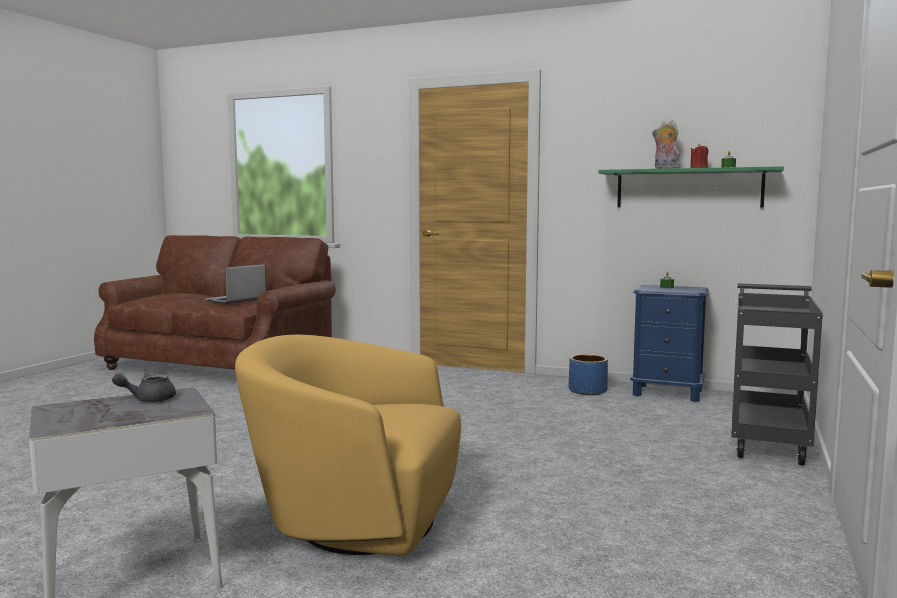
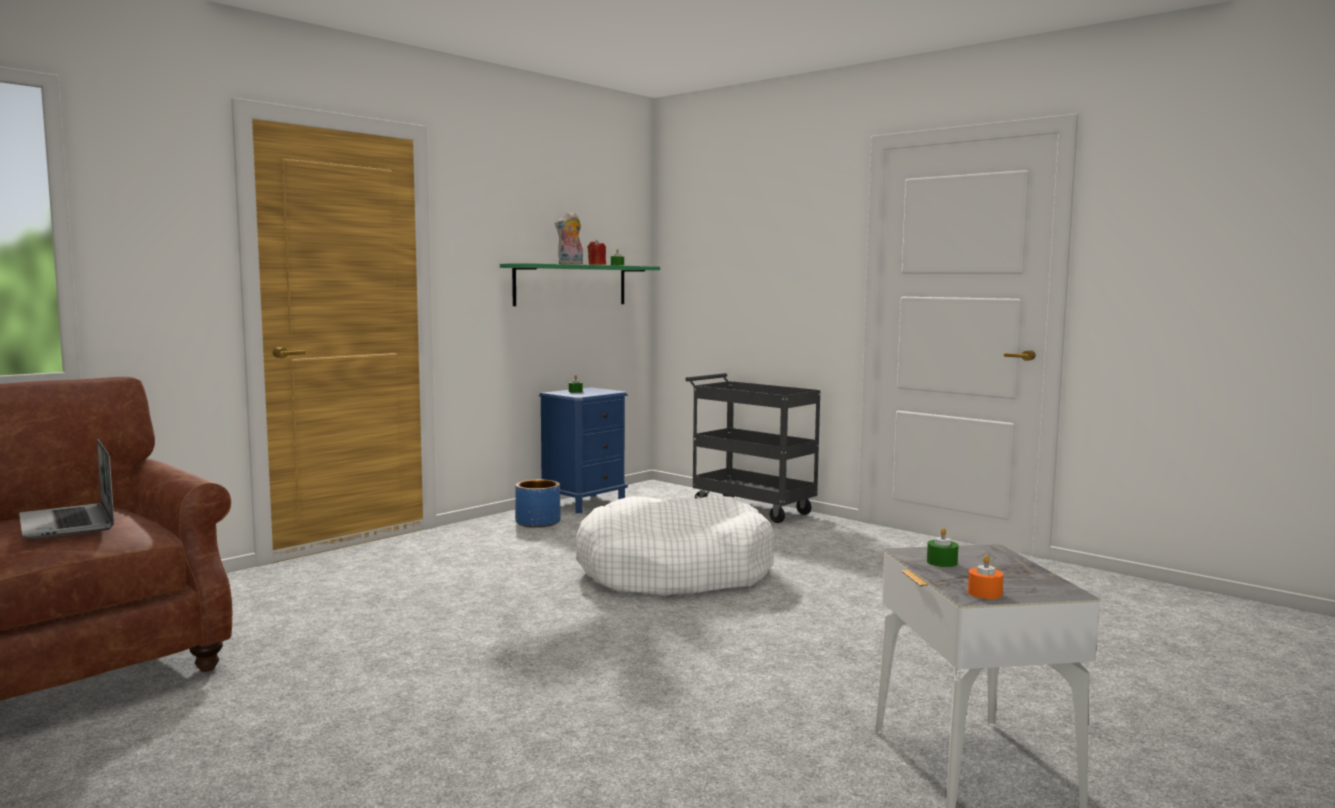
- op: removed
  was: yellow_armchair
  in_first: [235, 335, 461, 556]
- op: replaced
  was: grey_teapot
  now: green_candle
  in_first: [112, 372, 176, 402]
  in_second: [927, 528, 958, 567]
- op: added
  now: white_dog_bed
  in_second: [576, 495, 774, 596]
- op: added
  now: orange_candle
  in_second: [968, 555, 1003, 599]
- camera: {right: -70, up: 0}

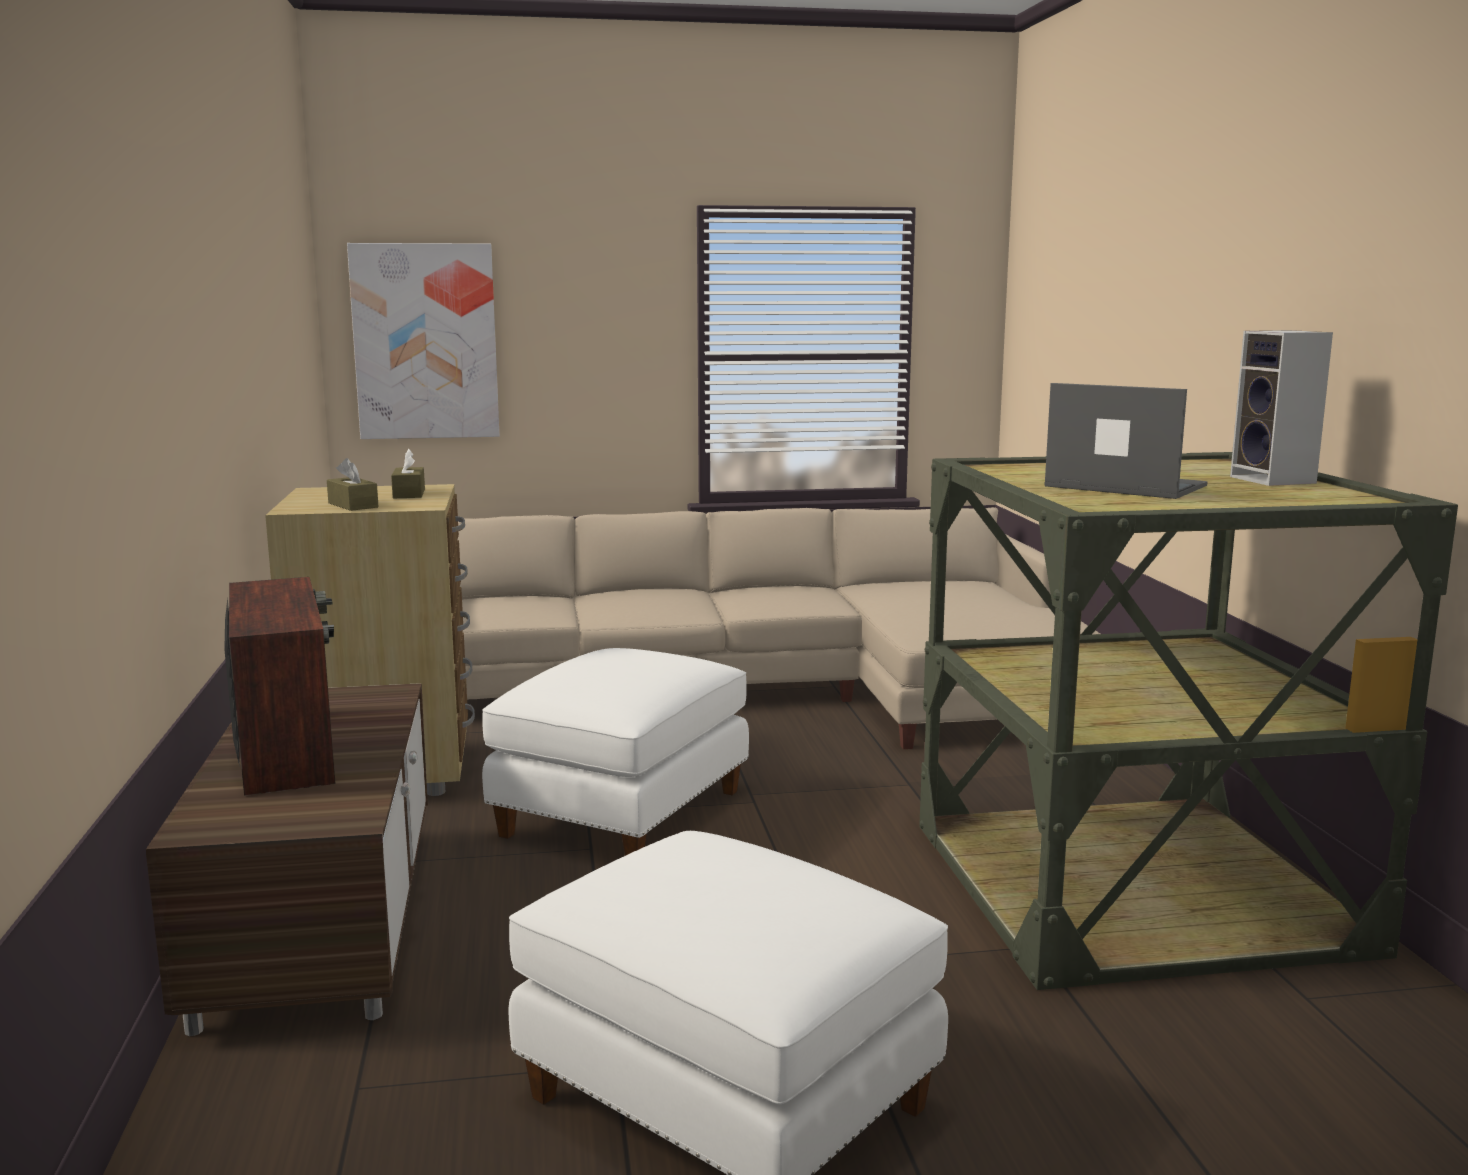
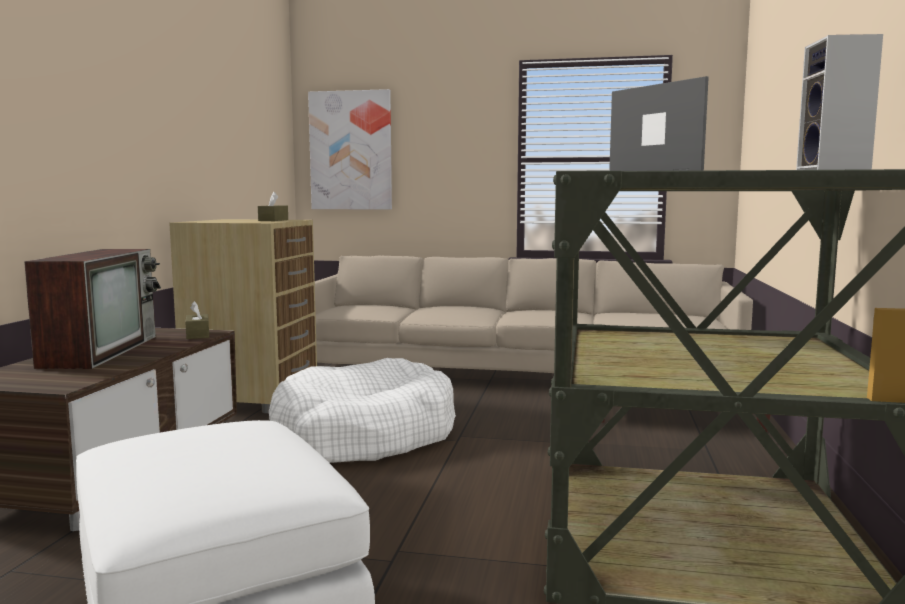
- op: moved
  was: brown_tissue_box
  in_first: [327, 458, 379, 511]
  in_second: [185, 301, 209, 339]
- op: replaced
  was: white_ottoman
  now: white_dog_bed
  in_first: [482, 648, 749, 856]
  in_second: [269, 358, 456, 463]
- camera: {right: 20, up: -5}

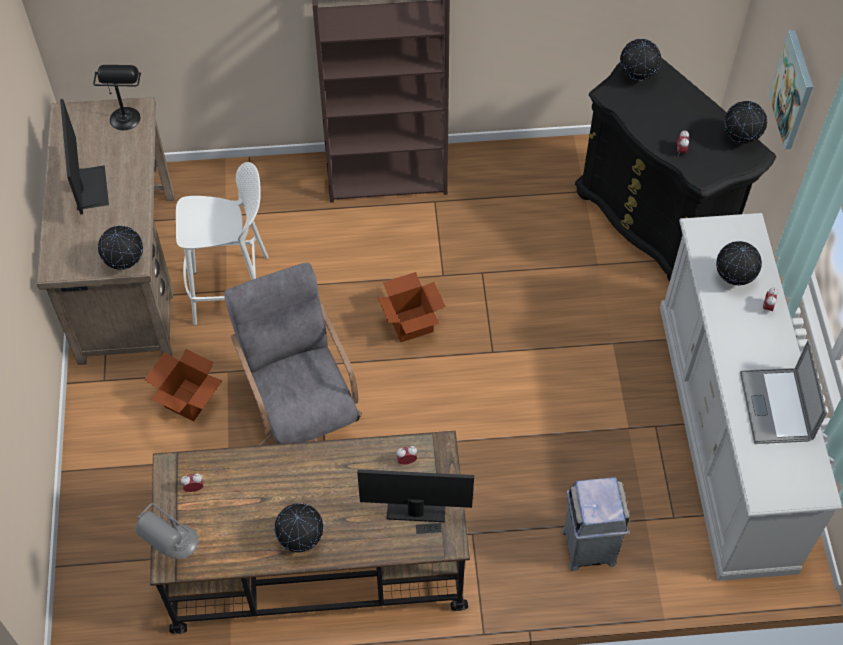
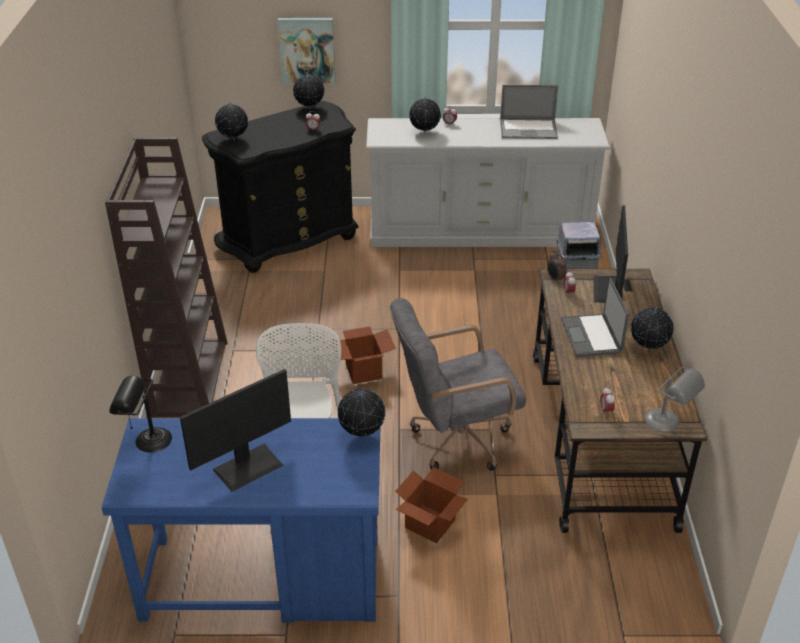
- op: recoloured
  was: brown_desk
  now: blue_desk
  in_first: [37, 97, 174, 365]
  in_second: [102, 418, 380, 623]
- op: turned
  was: monitor
  in_first: [60, 99, 109, 215]
  in_second: [180, 369, 291, 492]
  clockwise: 150
- op: added
  now: alarm_clock
  in_second: [547, 251, 567, 282]
- op: added
  now: laptop
  in_second: [561, 278, 629, 357]
- camera: {right: -85, up: -20}

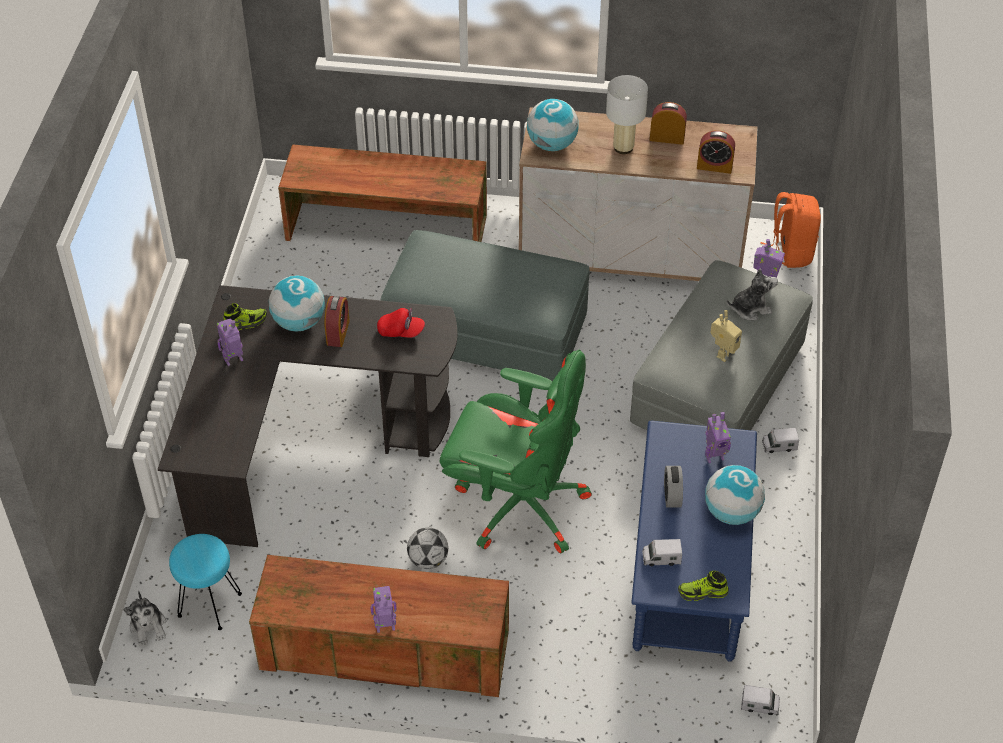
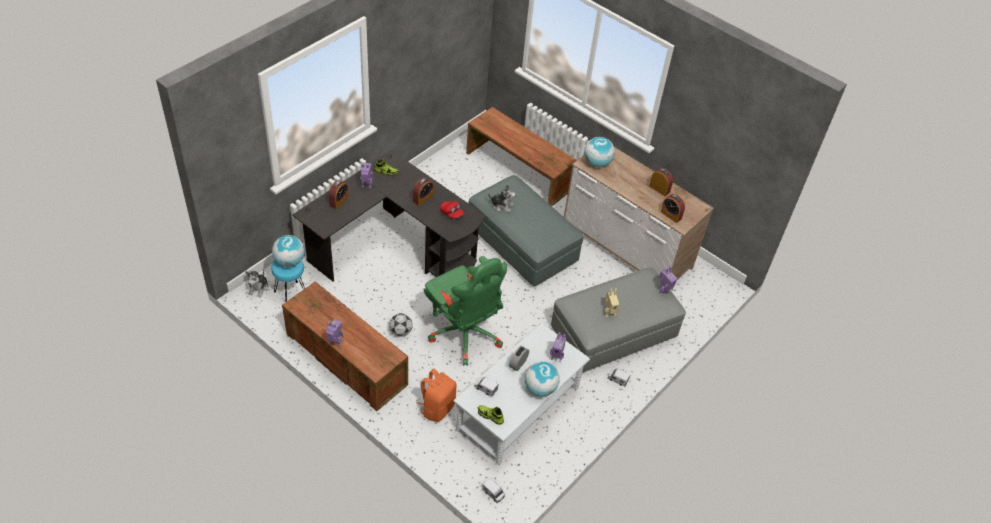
- op: removed
  was: white_table_lamp
  in_first: [606, 75, 648, 154]
- op: moved
  was: orange_backpack
  in_first: [760, 192, 821, 268]
  in_second: [416, 369, 456, 422]
- op: moved
  was: plush_toy
  in_first: [727, 268, 778, 320]
  in_second: [488, 184, 516, 213]
- op: moved
  was: globe
  in_first: [269, 275, 325, 332]
  in_second: [272, 235, 305, 267]
- op: recoloured
  was: blue_coffee_table
  now: grey_coffee_table
  in_first: [631, 420, 757, 662]
  in_second: [453, 323, 590, 464]
- op: added
  now: alarm_clock
  in_second: [329, 180, 349, 209]
- camera: {right: 30, up: 0}

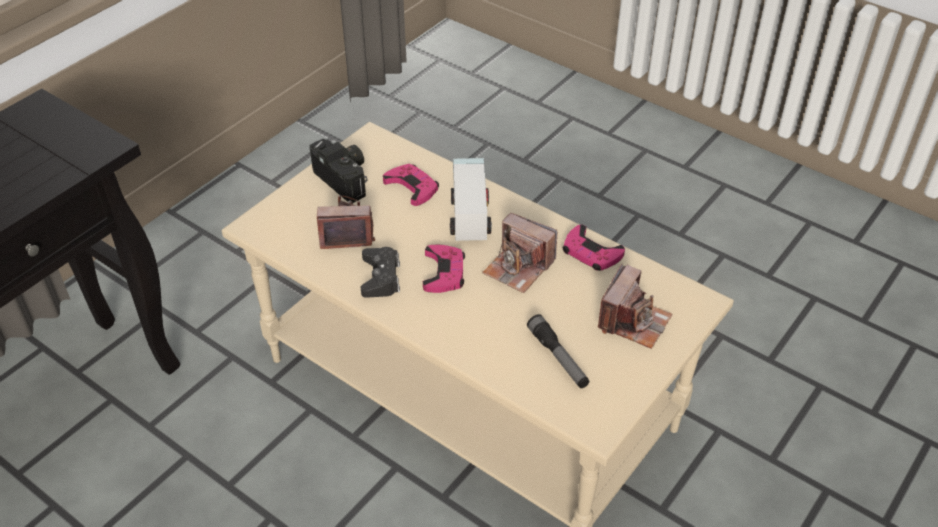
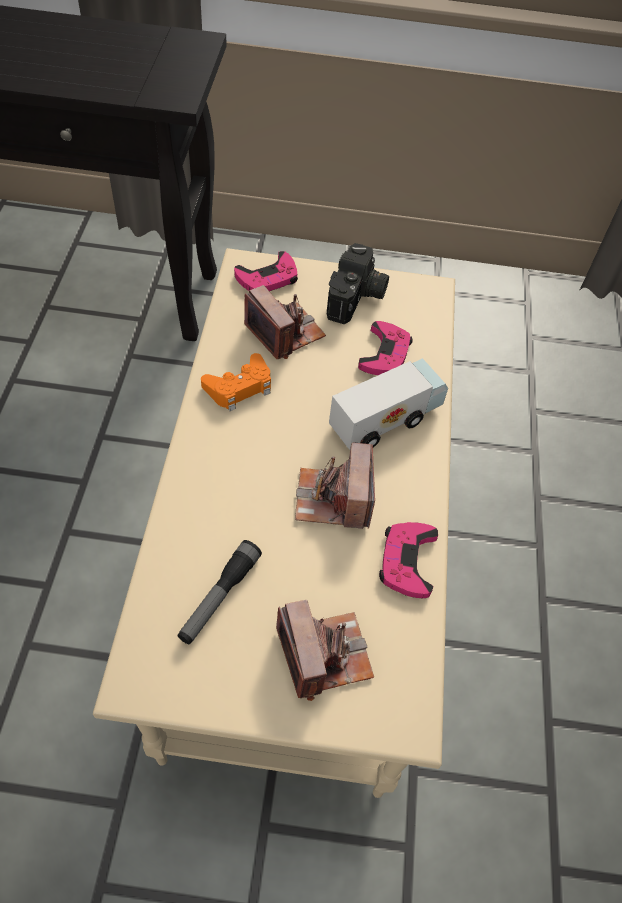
- op: moved
  was: pink_game_controller
  in_first: [423, 245, 465, 293]
  in_second: [234, 251, 298, 291]
- op: recoloured
  was: black_game_controller
  now: orange_game_controller
  in_first: [361, 247, 400, 298]
  in_second: [201, 353, 271, 411]
- op: turned
  was: photo_camera
  in_first: [598, 264, 672, 349]
  in_second: [276, 600, 374, 701]
  clockwise: -105
- camera: {right: 55, up: 10}

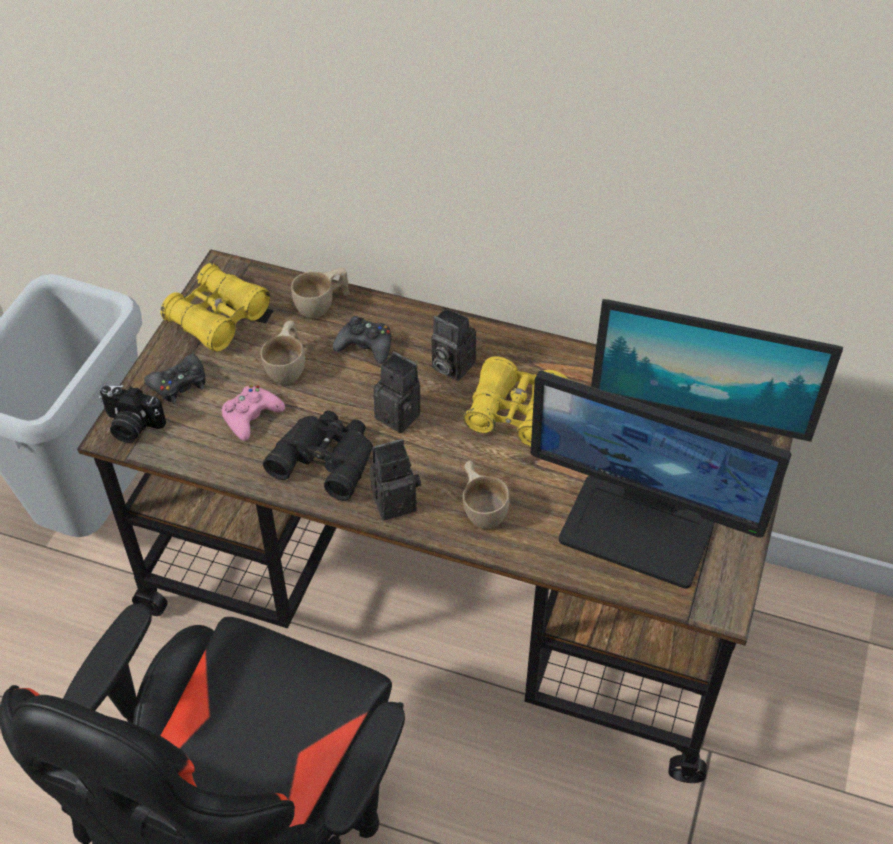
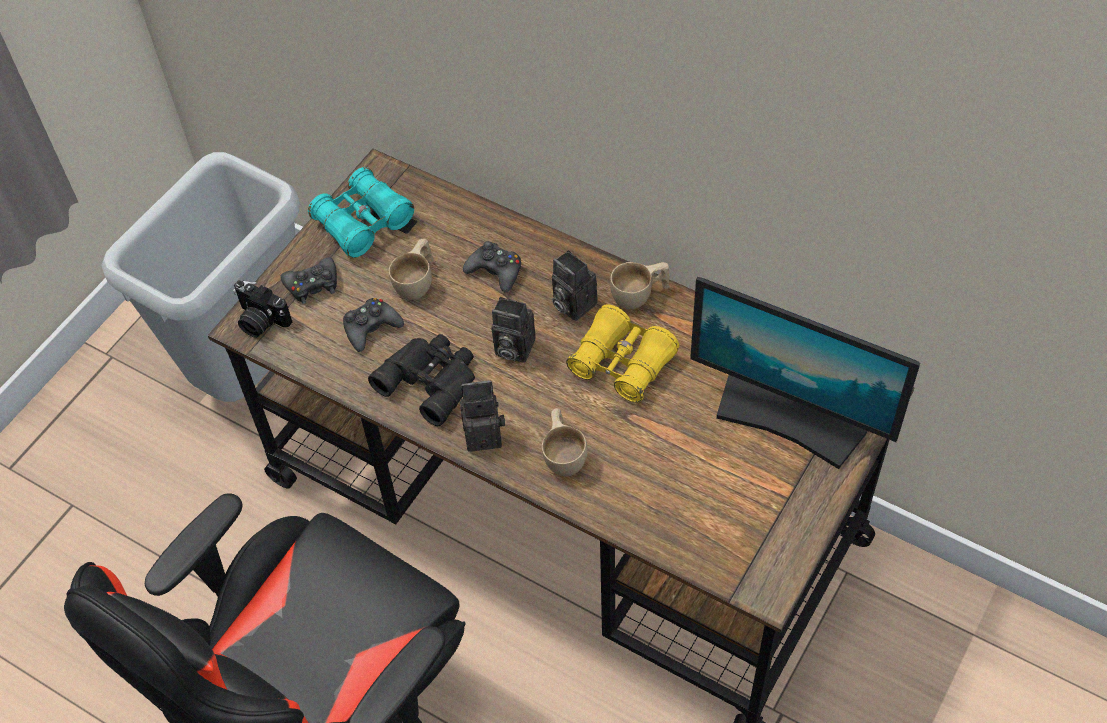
- op: recoloured
  was: yellow_binoculars
  now: turquoise_binoculars
  in_first: [160, 263, 270, 352]
  in_second: [308, 167, 414, 258]
- op: moved
  was: beige_cup
  in_first: [291, 268, 350, 318]
  in_second: [610, 262, 670, 309]
- op: turned
  was: photo_camera
  in_first: [374, 351, 420, 433]
  in_second: [491, 297, 536, 363]
  clockwise: 150
- op: removed
  was: monitor
  in_first: [531, 371, 792, 589]
- op: recoloured
  was: pink_game_controller
  now: black_game_controller
  in_first: [222, 385, 285, 441]
  in_second: [343, 298, 404, 352]
- camera: {right: 15, up: 5}

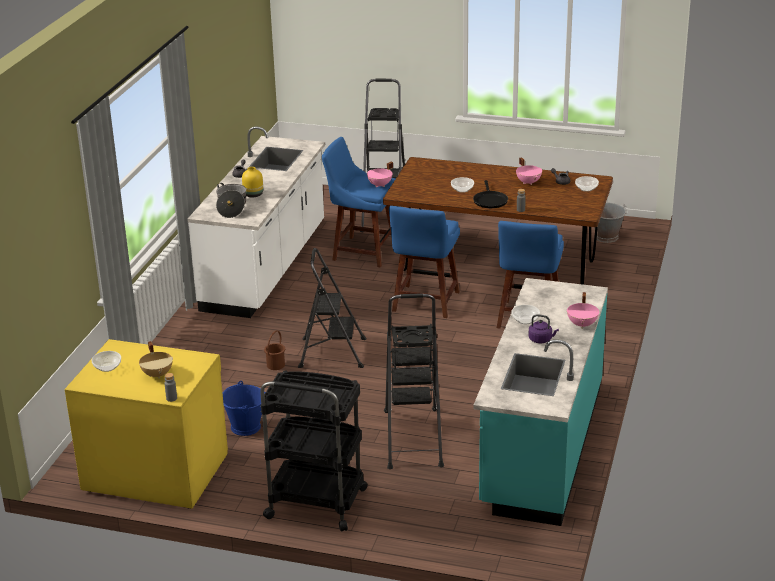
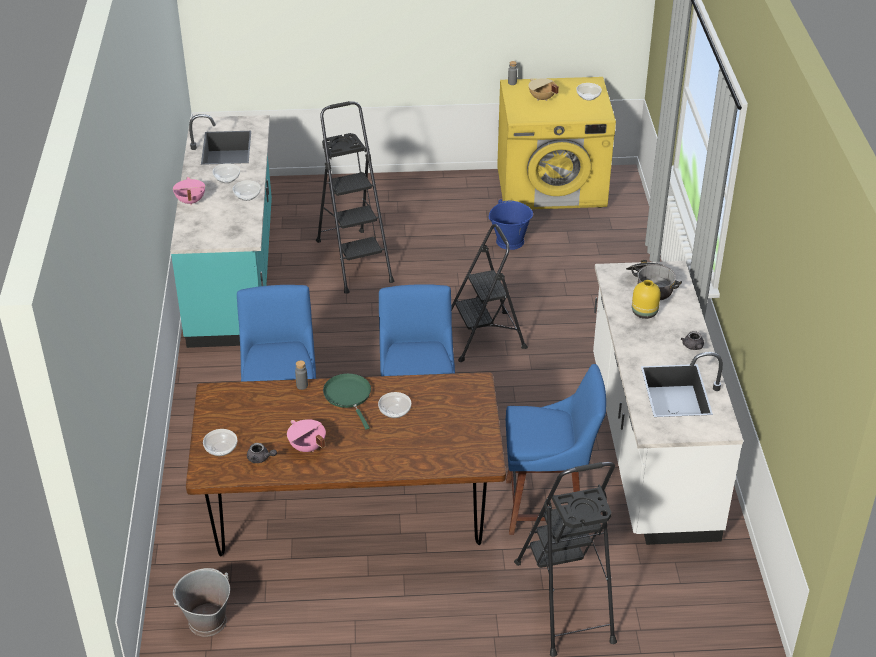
- op: removed
  was: pink_cooking_pot
  in_first: [367, 162, 393, 187]
- op: recoloured
  was: black_frying_pan
  now: green_frying_pan
  in_first: [473, 180, 508, 208]
  in_second: [323, 373, 371, 430]
- op: replaced
  was: purple_kettle
  now: bowl
  in_first: [528, 314, 559, 343]
  in_second: [212, 163, 240, 183]
- op: removed
  was: brown_bucket
  in_first: [264, 330, 285, 370]
- op: removed
  was: black_cart
  in_first: [260, 370, 368, 531]
- camera: {right: 160, up: 10}

